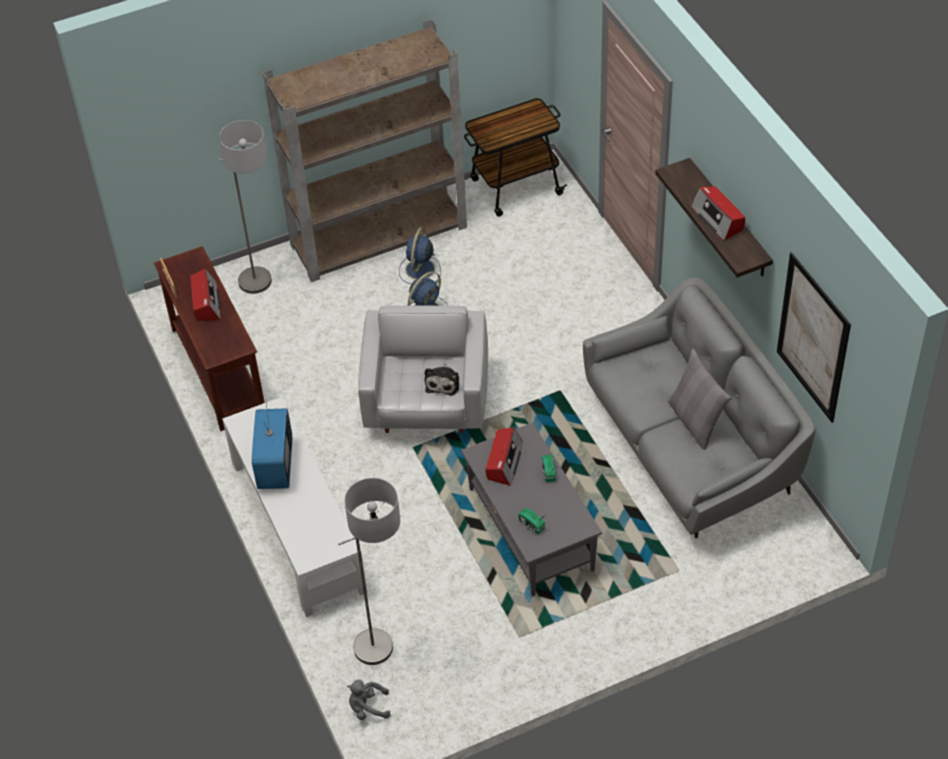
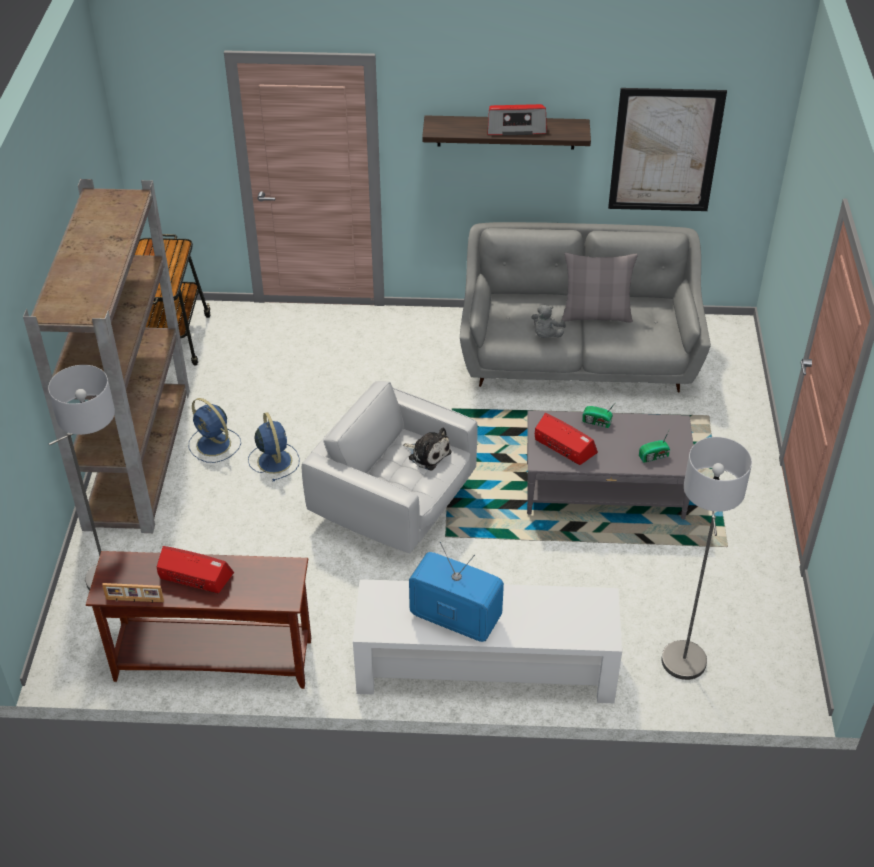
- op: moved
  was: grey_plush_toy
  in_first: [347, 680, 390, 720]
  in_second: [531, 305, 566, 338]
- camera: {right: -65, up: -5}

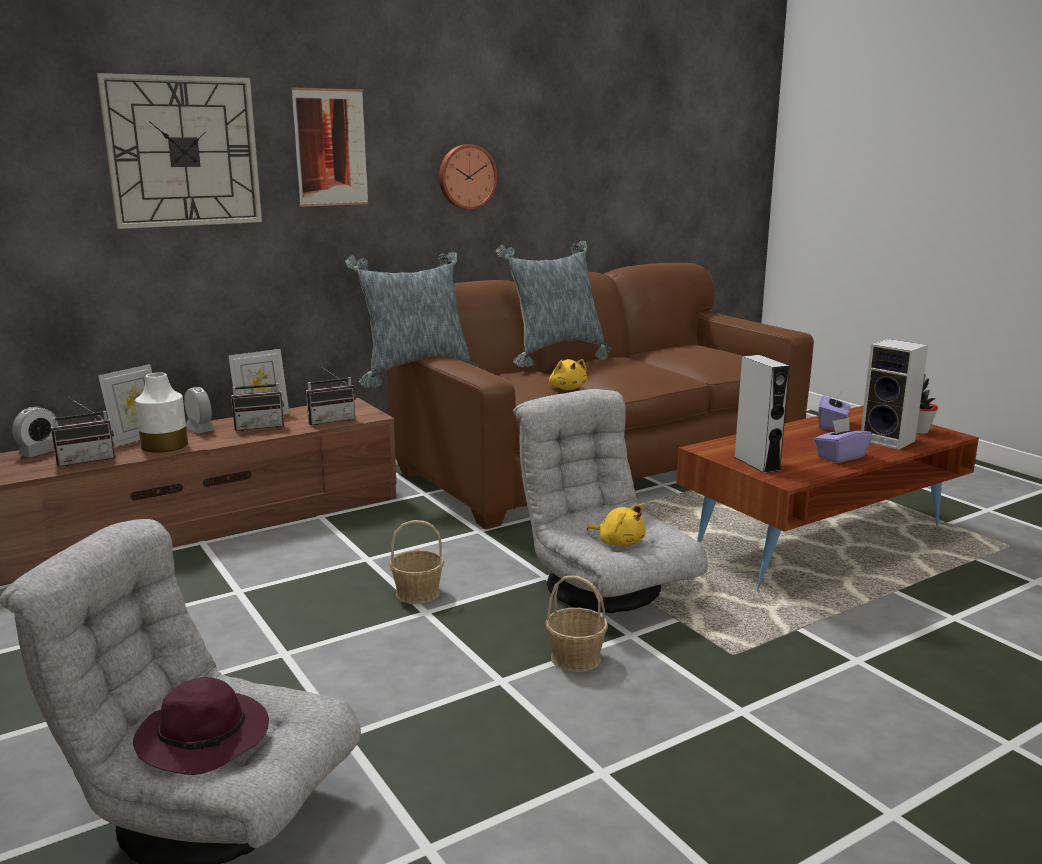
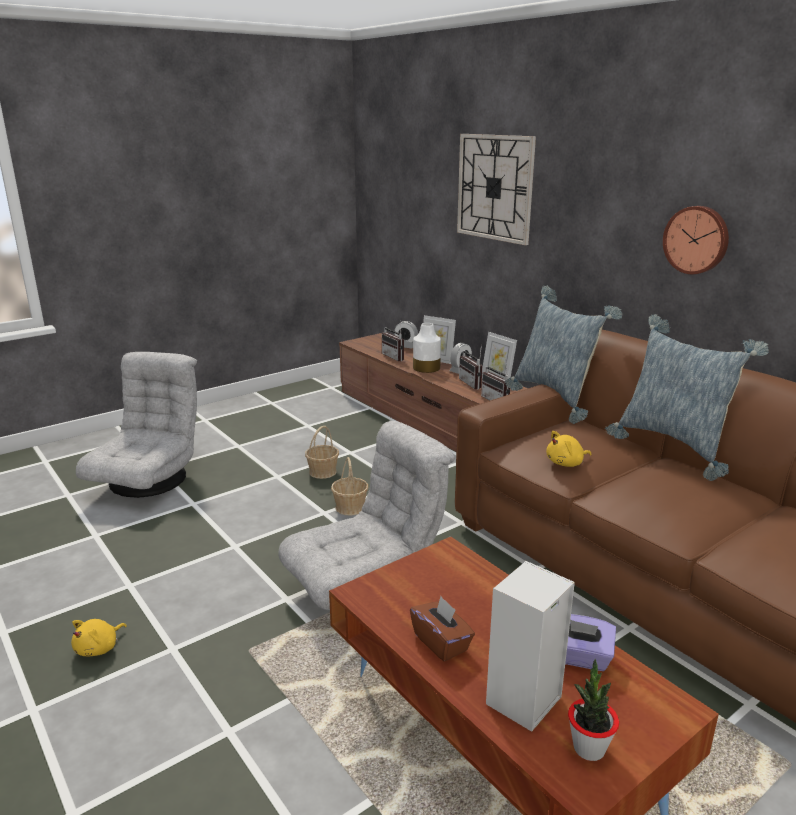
- op: removed
  was: picture
  in_first: [291, 87, 368, 207]
- op: removed
  was: grey_speaker
  in_first: [734, 355, 790, 473]
- op: recoloured
  was: purple_tissue_box
  now: brown_tissue_box
  in_first: [814, 418, 872, 463]
  in_second: [410, 596, 475, 662]
- op: moved
  was: yellow_plush_toy
  in_first: [587, 504, 646, 547]
  in_second: [71, 619, 127, 656]
- op: moved
  was: basket
  in_first: [546, 575, 608, 672]
  in_second: [305, 426, 339, 479]
- op: removed
  was: purple_hat
  in_first: [133, 677, 269, 775]
- camera: {right: 85, up: 5}

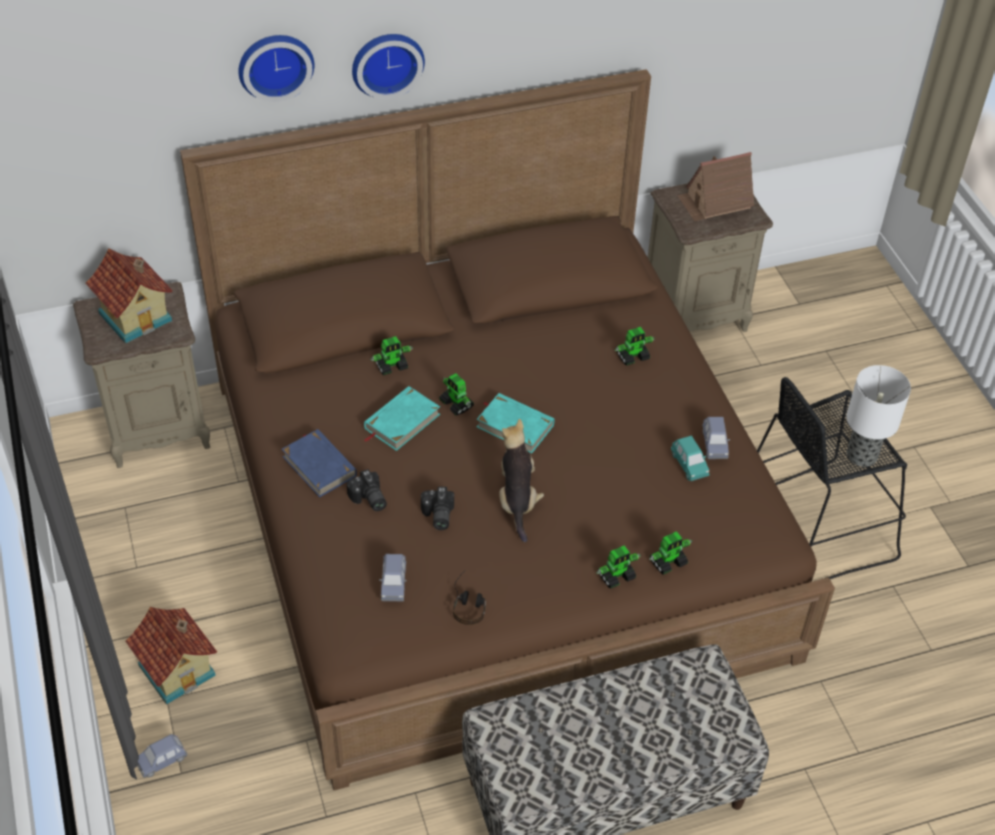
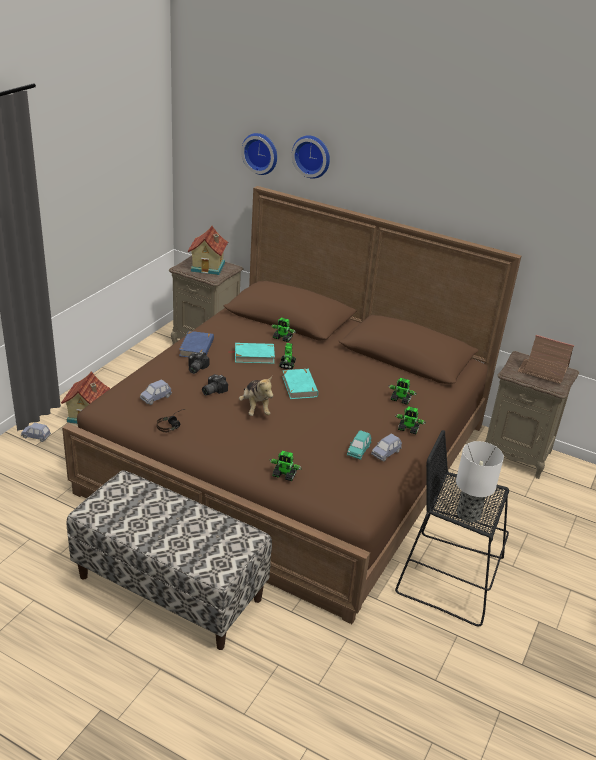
- op: moved
  was: wall_clock
  in_first: [352, 34, 425, 99]
  in_second: [241, 133, 277, 175]
- op: turned
  was: plush_toy
  in_first: [499, 419, 544, 542]
  in_second: [239, 376, 273, 416]
  clockwise: 120
- op: moved
  was: toy_robot
  in_first: [596, 545, 641, 589]
  in_second: [396, 406, 426, 434]
- camera: {right: 45, up: -15}

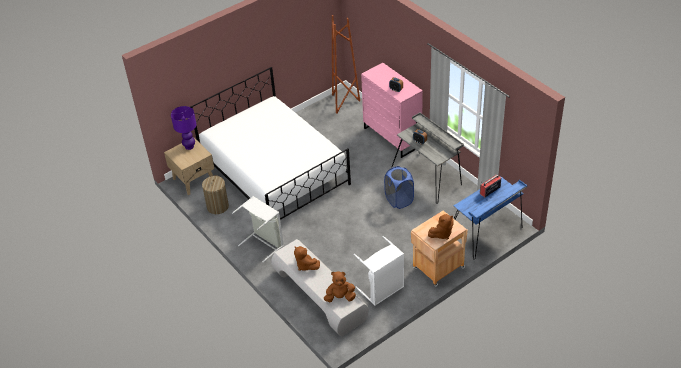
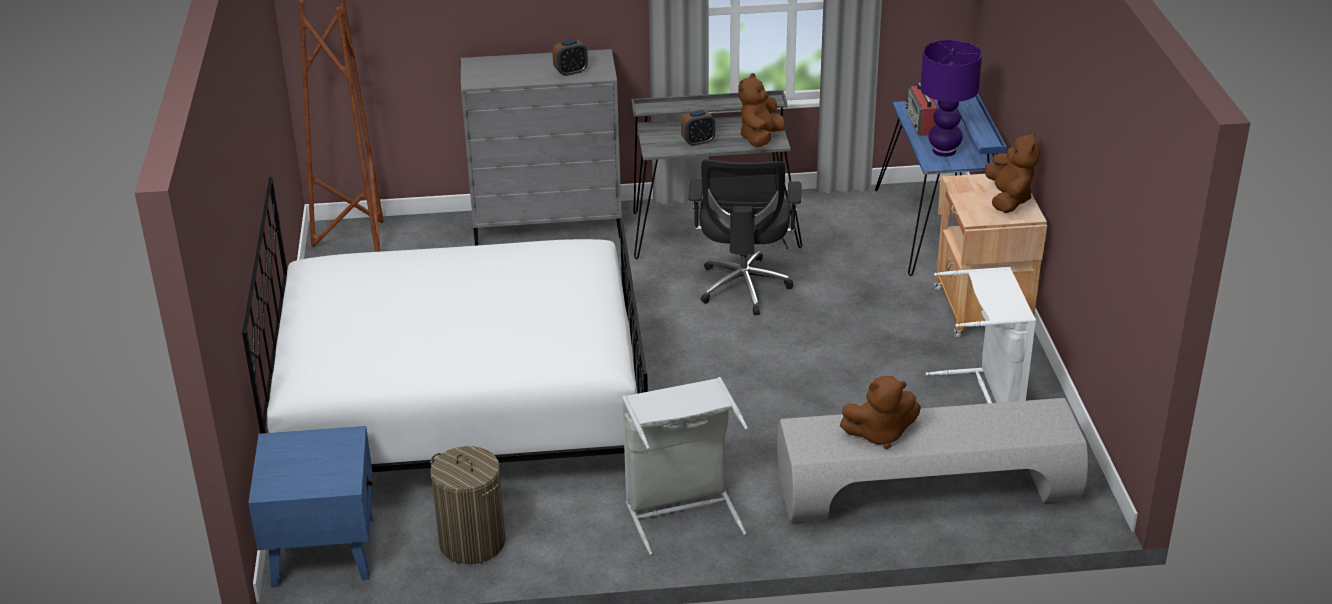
- op: recoloured
  was: pink_dresser
  now: grey_dresser
  in_first: [361, 63, 423, 158]
  in_second: [461, 49, 622, 246]
- op: moved
  was: purple_table_lamp
  in_first: [171, 106, 196, 150]
  in_second: [920, 40, 982, 157]
- op: recoloured
  was: beige_nightstand
  now: blue_nightstand
  in_first: [164, 137, 215, 195]
  in_second: [248, 426, 373, 588]
- op: replaced
  was: blue_laundry_basket
  now: office_chair
  in_first: [384, 166, 414, 209]
  in_second: [688, 159, 802, 316]
- op: moved
  was: brown_plush_toy
  in_first: [324, 271, 356, 302]
  in_second: [738, 73, 785, 147]
- camera: {right: -60, up: -10}

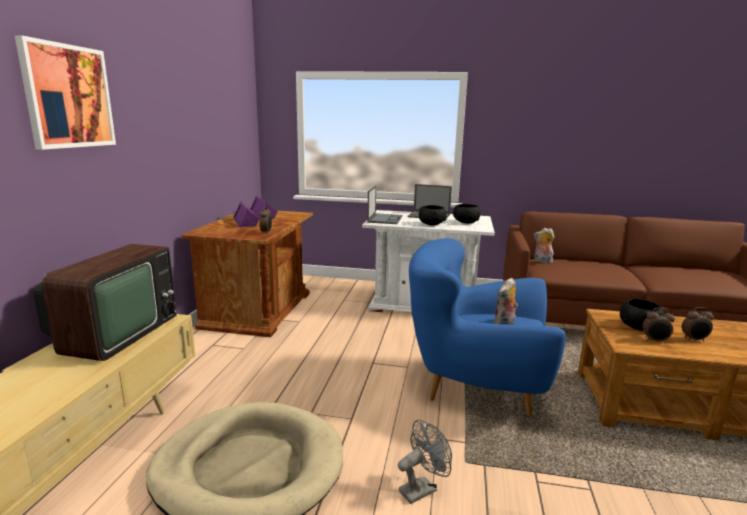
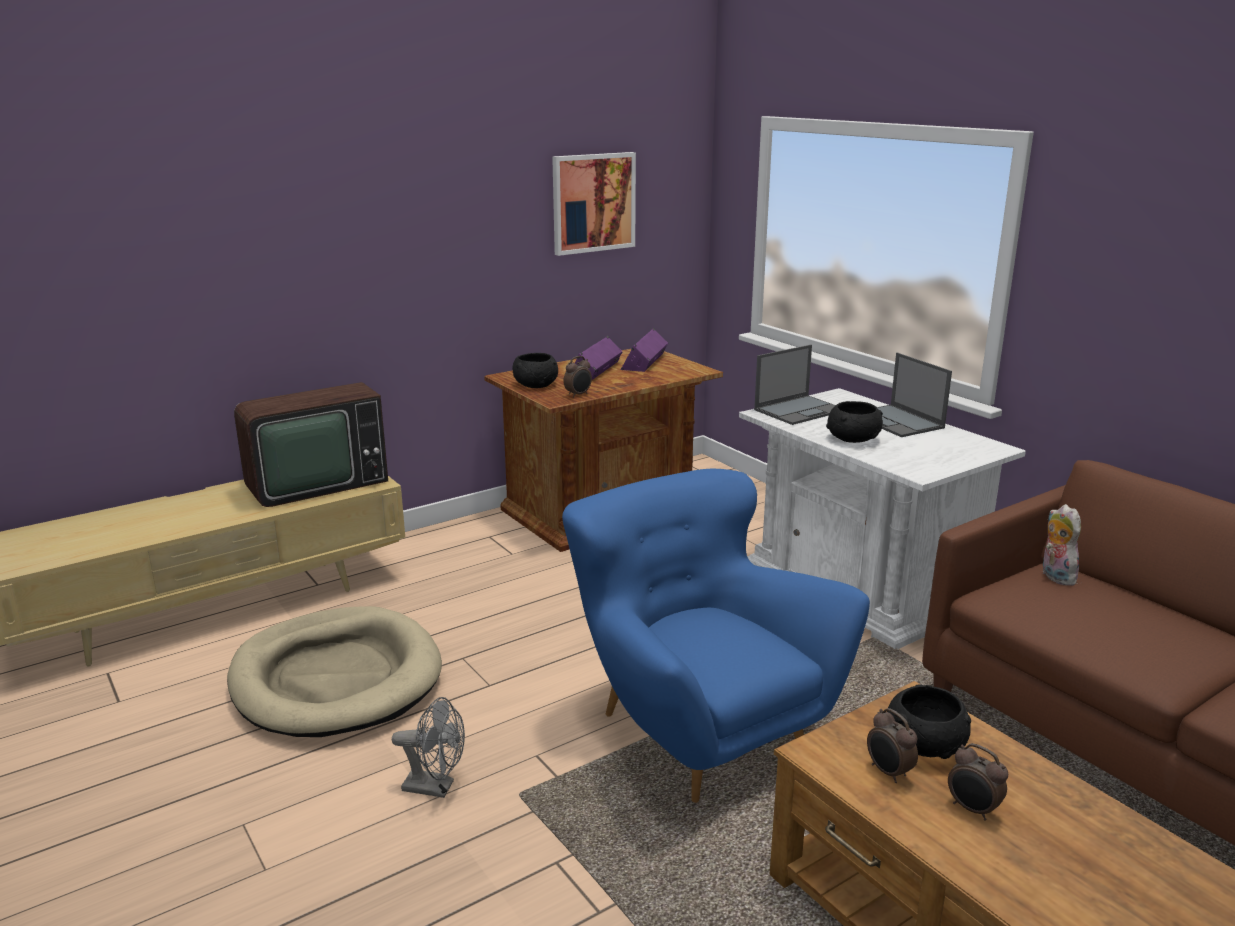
- op: moved
  was: picture
  in_first: [15, 35, 116, 150]
  in_second: [552, 152, 636, 256]
- op: moved
  was: black_bowl
  in_first: [453, 204, 481, 223]
  in_second: [512, 353, 558, 388]
- op: removed
  was: plush_toy
  in_first: [493, 277, 518, 325]
- camera: {right: 45, up: 5}

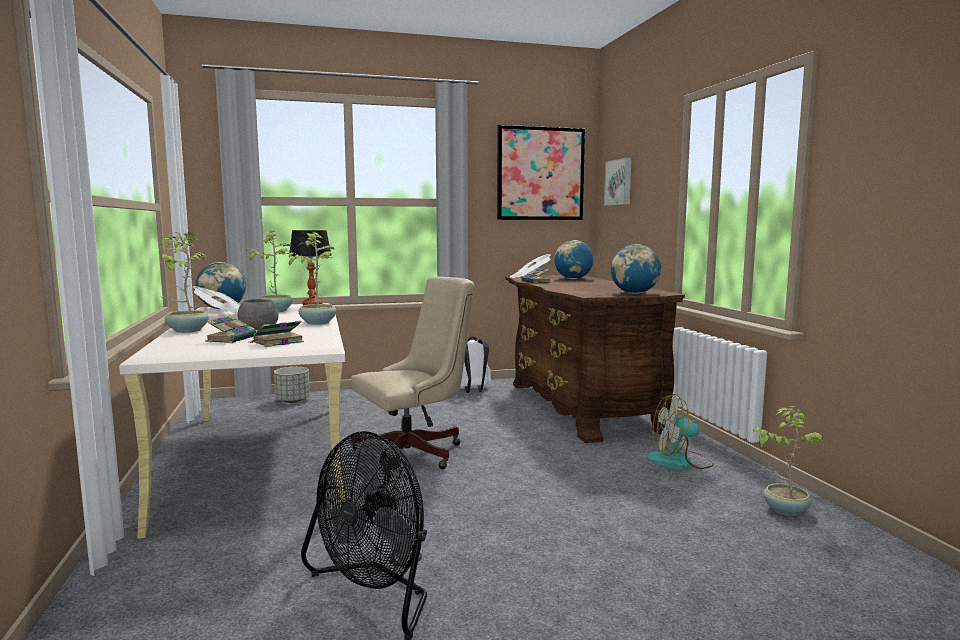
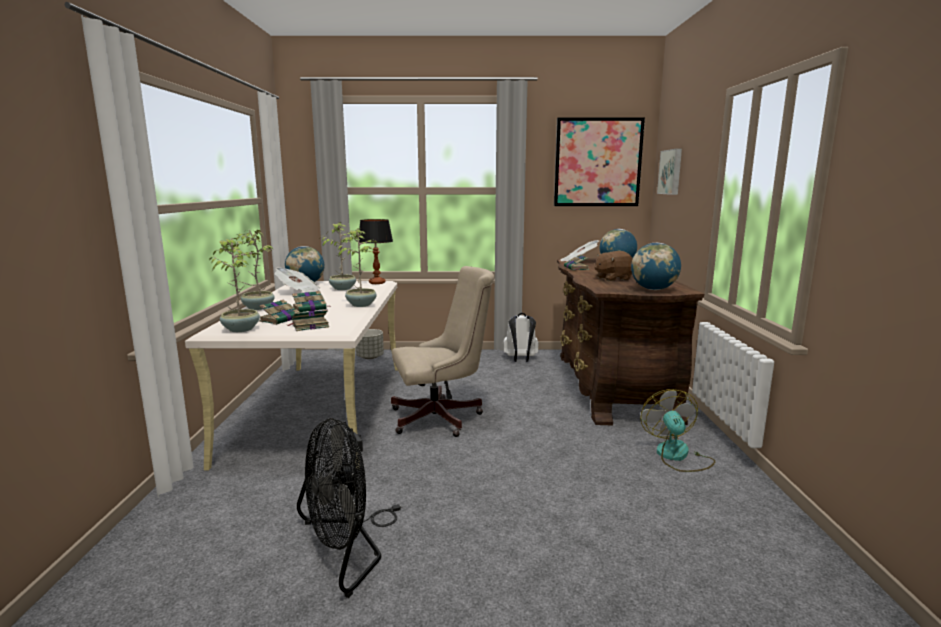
- op: replaced
  was: grey_bowl
  now: book
  in_first: [237, 299, 279, 330]
  in_second: [292, 291, 331, 313]
- op: turned
  was: fan
  in_first: [647, 394, 714, 470]
  in_second: [640, 389, 715, 472]
  clockwise: 75
- op: moved
  was: potted_plant
  in_first: [752, 406, 823, 516]
  in_second: [209, 238, 260, 332]
- op: added
  now: brown_plush_toy
  in_second: [594, 251, 633, 281]
- camera: {right: 15, up: 5}

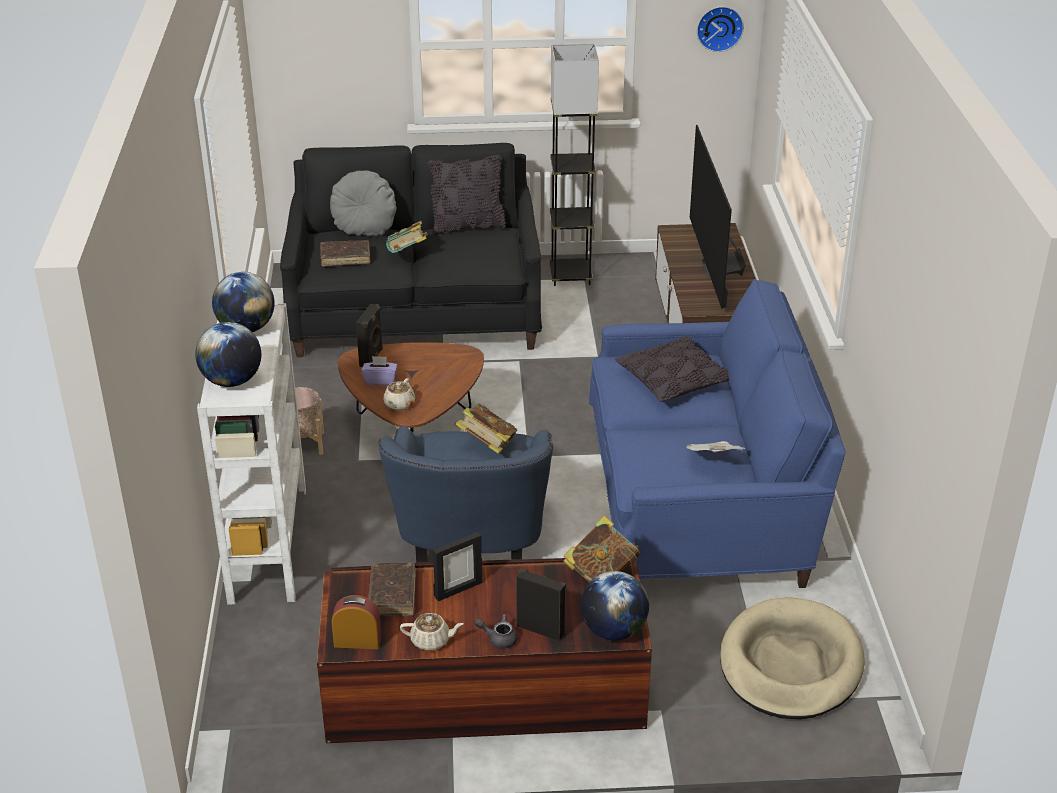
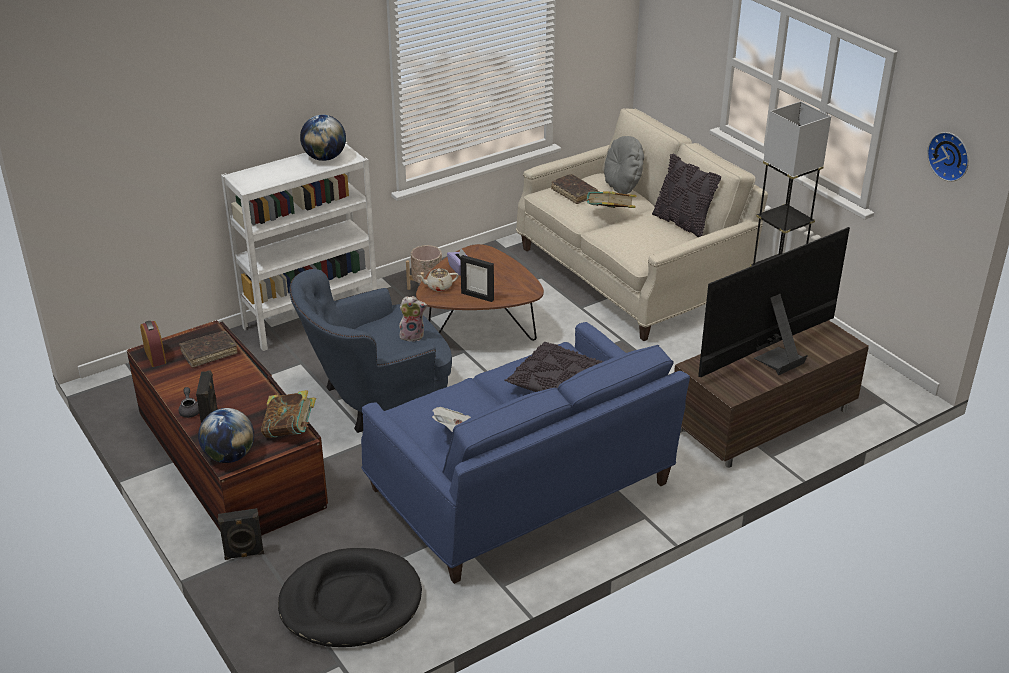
- op: recoloured
  was: black_sofa
  now: beige_sofa
  in_first: [280, 143, 542, 357]
  in_second: [516, 108, 768, 341]
- op: moved
  was: black_speaker
  in_first: [356, 304, 383, 367]
  in_second: [218, 508, 264, 560]
- op: removed
  was: globe
  in_first: [195, 322, 261, 387]
- op: replaced
  was: book
  now: plush_toy
  in_first: [455, 403, 517, 454]
  in_second: [399, 296, 427, 342]
- op: moved
  was: picture_frame
  in_first: [433, 532, 482, 601]
  in_second: [460, 255, 494, 302]
- op: recoloured
  was: beige_dog_bed
  now: black_dog_bed
  in_first: [720, 597, 865, 719]
  in_second: [278, 548, 422, 647]
- op: removed
  was: beige_teapot
  in_first: [400, 613, 463, 651]
- camera: {right: 60, up: 0}

